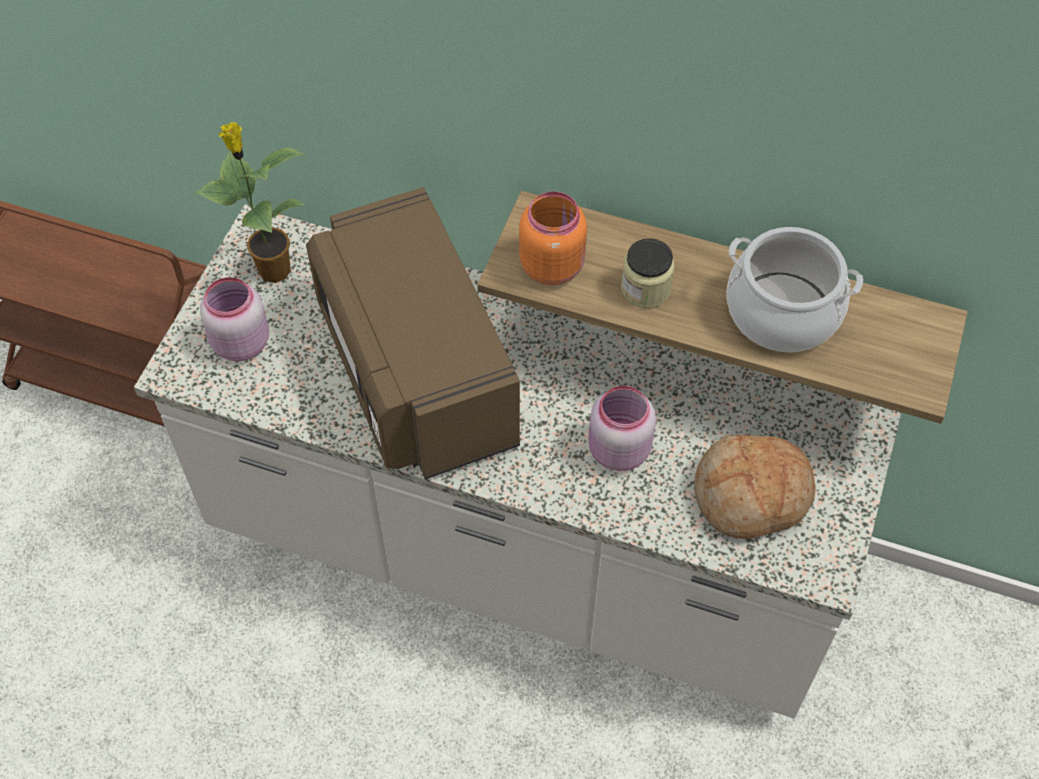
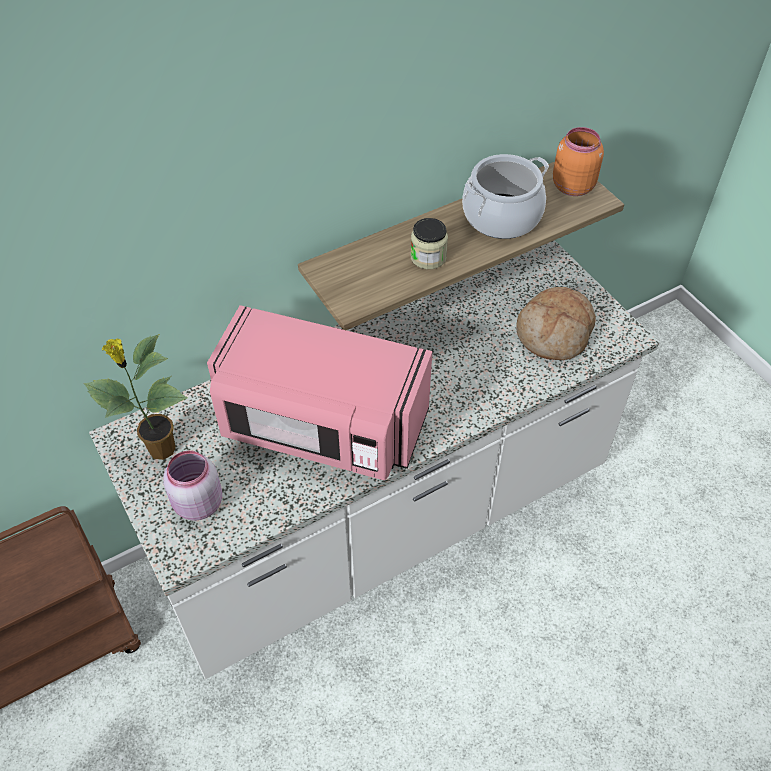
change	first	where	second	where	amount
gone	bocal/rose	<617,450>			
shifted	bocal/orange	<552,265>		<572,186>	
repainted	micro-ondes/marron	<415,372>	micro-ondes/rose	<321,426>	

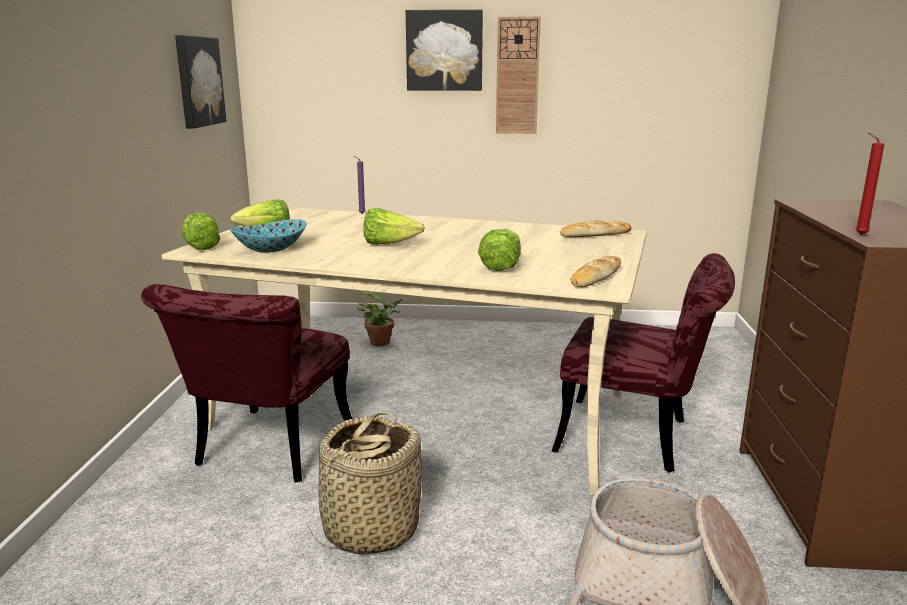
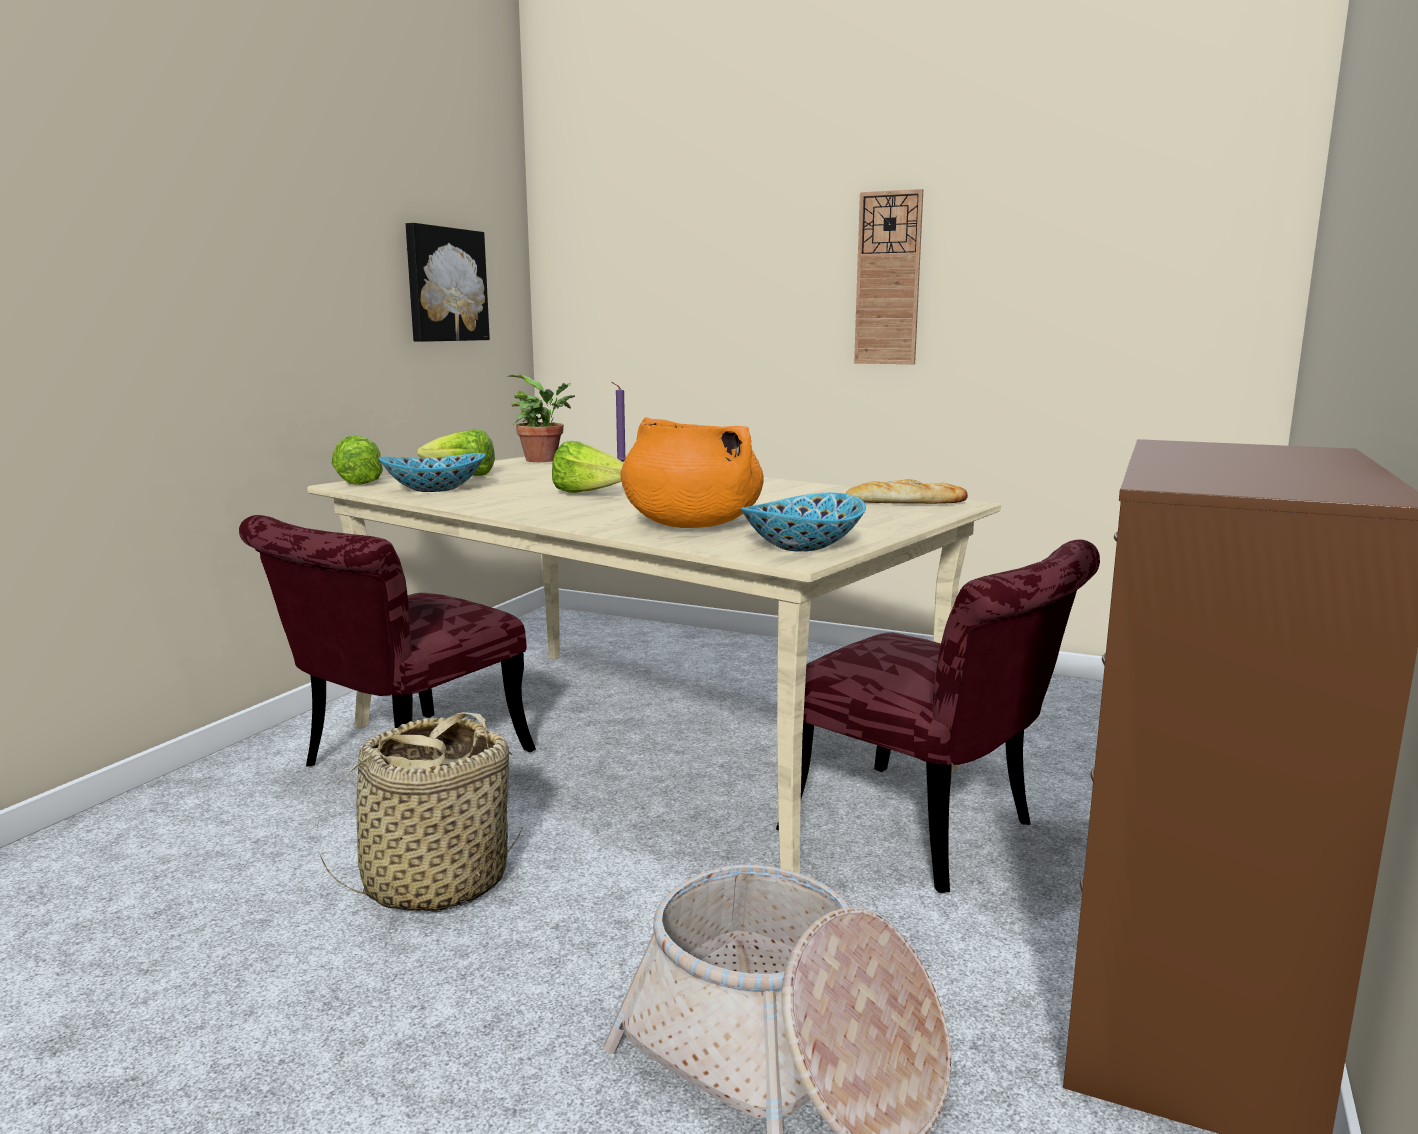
change	first	where	second	where	amount
gone	tableau	<444,51>			
gone	bougie/rouge	<858,235>			
shifted	plante en pot	<382,342>		<545,460>	
swapped	laitue	<501,266>	marmite/orange	<690,525>	
swapped	pain	<596,277>	bol	<804,546>	

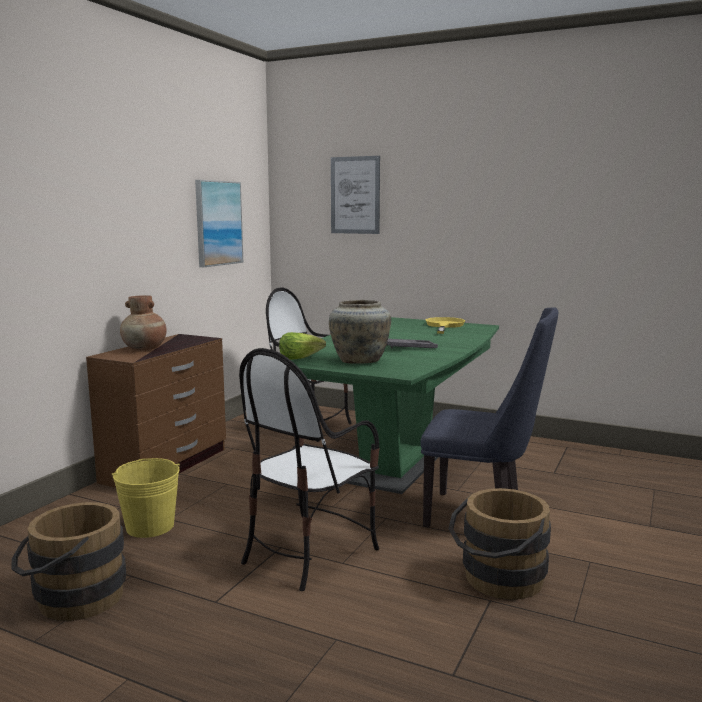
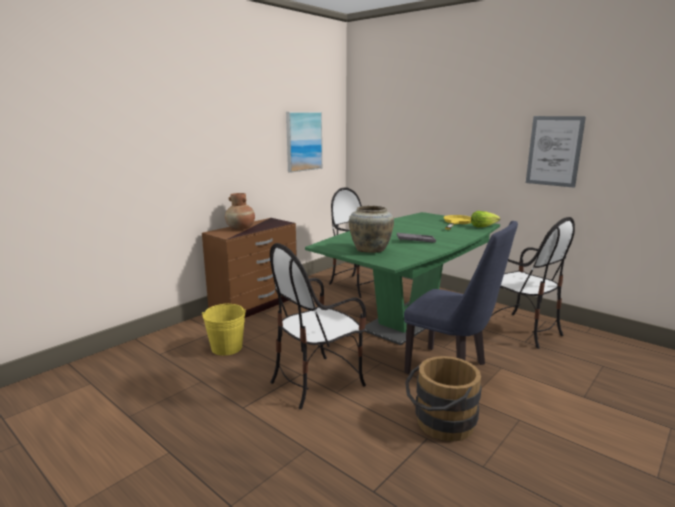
change	first	where	second	where	amount
gone	seau/marron	<72,599>			
new			chaise	<521,330>	
shifted	laitue	<300,358>		<483,226>	
shifted	tableau	<355,195>		<554,151>	

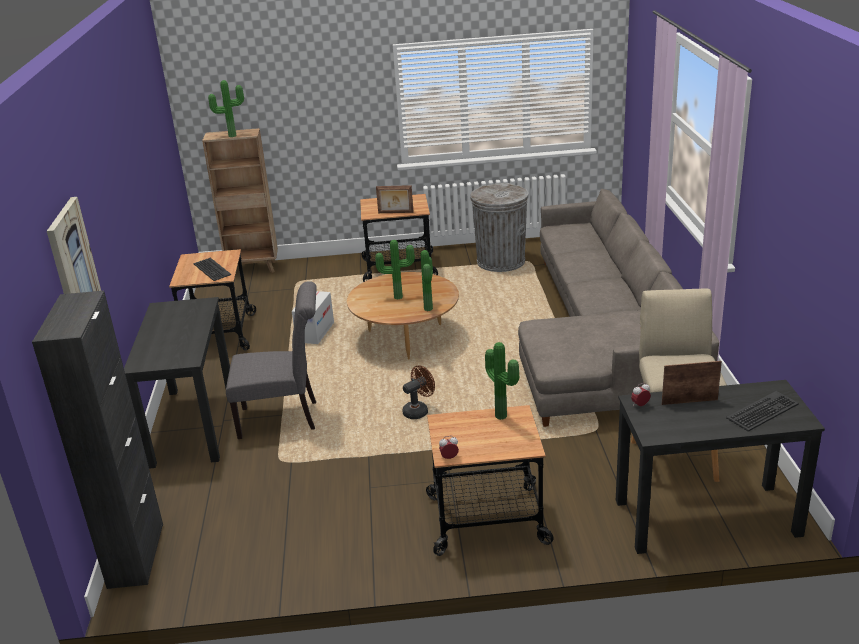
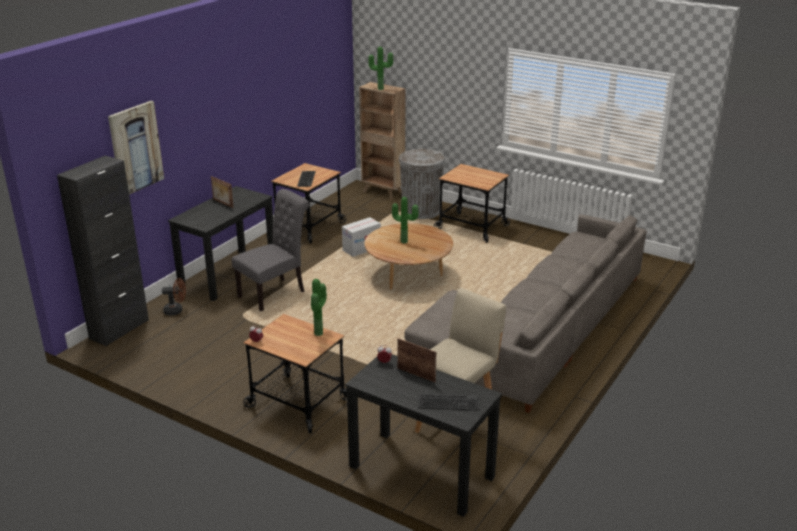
change	first	where	second	where	amount
gone	plante en pot	<430,308>			
shifted	cadre photo	<395,213>		<222,203>	
shifted	ventilateur/marron	<418,411>		<176,311>	
shifted	poubelle/gris	<500,262>		<421,211>	
rotated	chaise/gris	<284,419>		<275,293>	75 degrees counterclockwise

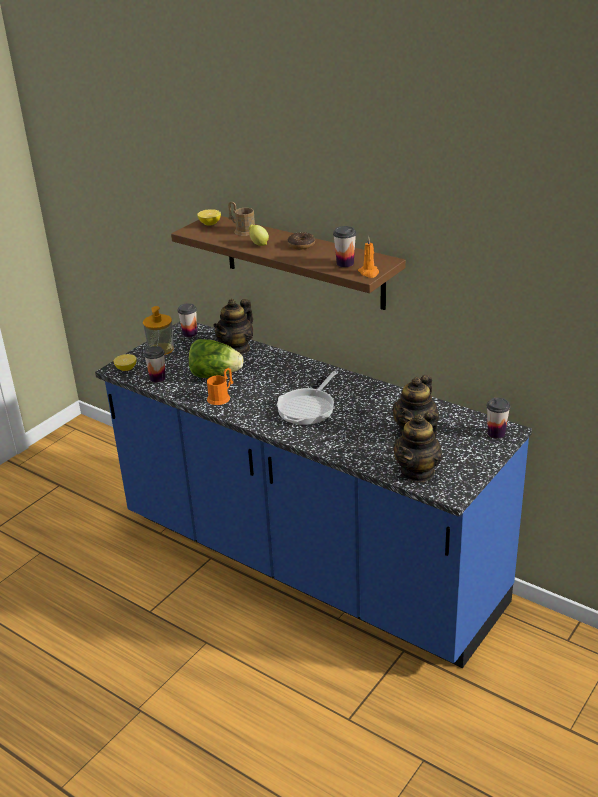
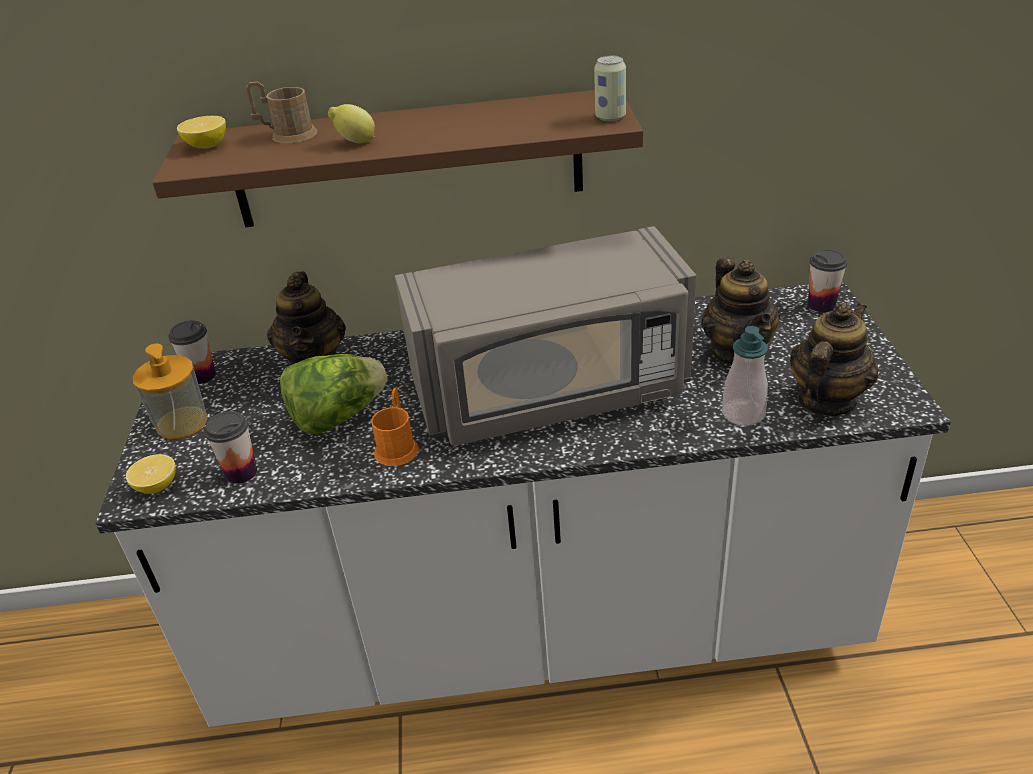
change	first	where	second	where	amount
gone	beignet	<301,245>			
gone	tasse	<345,263>			
new			distributeur de savon	<743,413>	
swapped	poêle	<308,407>	micro-ondes/gris	<552,393>	
swapped	bougie/orange	<369,273>	boîte métallique	<610,117>	
repainted	comptoir de cuisine/bleu	<307,563>	comptoir de cuisine/blanc	<538,631>	
rotated	théière	<418,471>		<825,400>	135 degrees counterclockwise

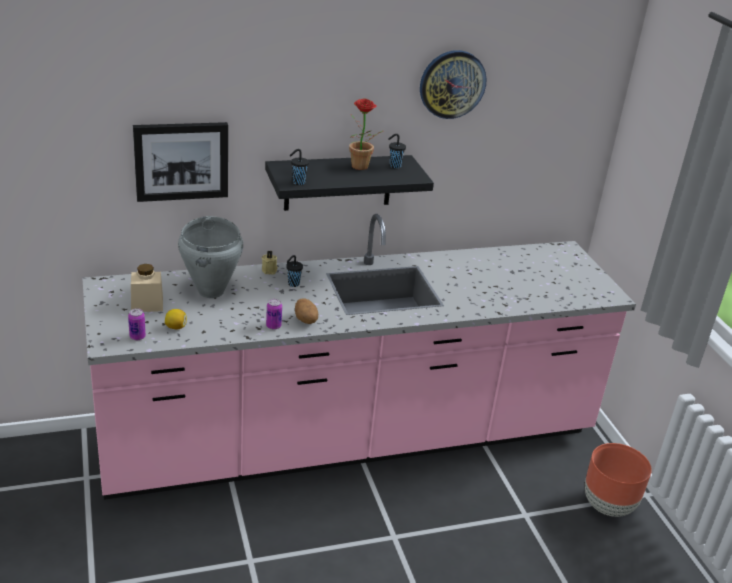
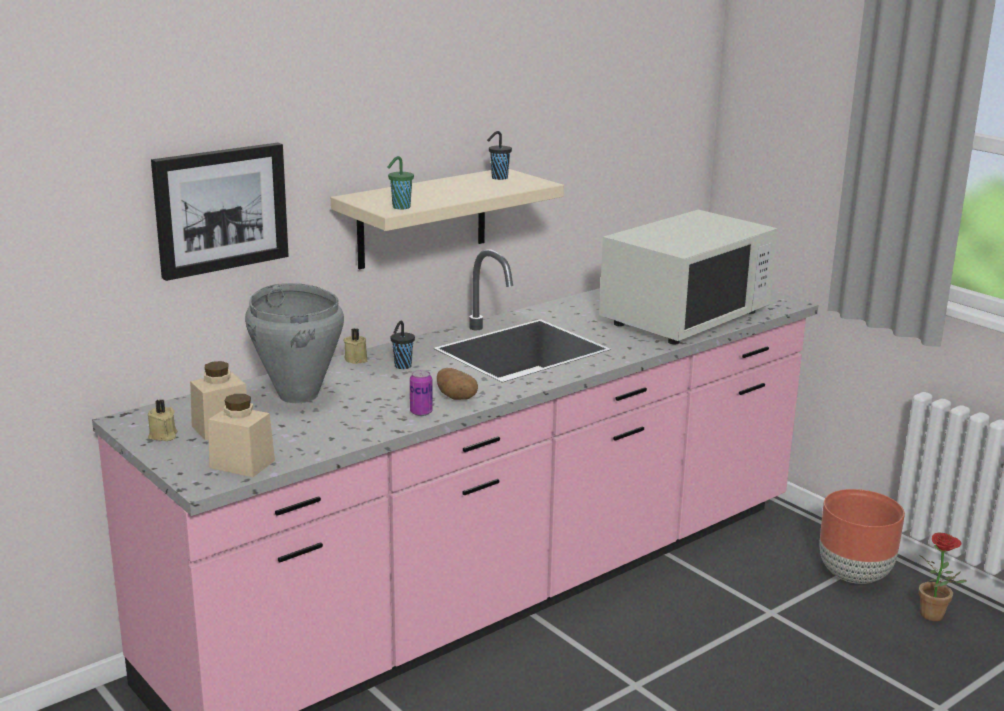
change	first	where	second	where	amount
gone	citron	<176,327>			
gone	horloge murale	<452,84>			
new			bougie/beige	<163,436>	
new			micro-ondes/blanc	<684,317>	
shifted	plante en pot	<361,168>		<936,617>	
swapped	boîte métallique	<137,337>	bocal/beige	<242,464>	
repainted	étagère/noir	<338,182>	étagère/beige	<422,218>	
repainted	tasse/noir	<298,182>	tasse/vert	<400,207>	

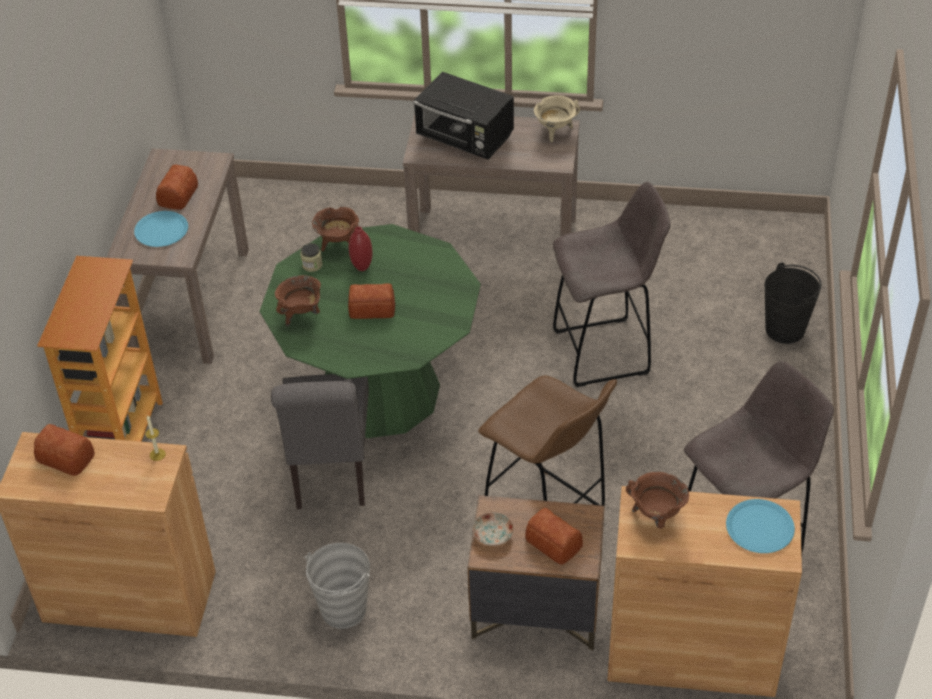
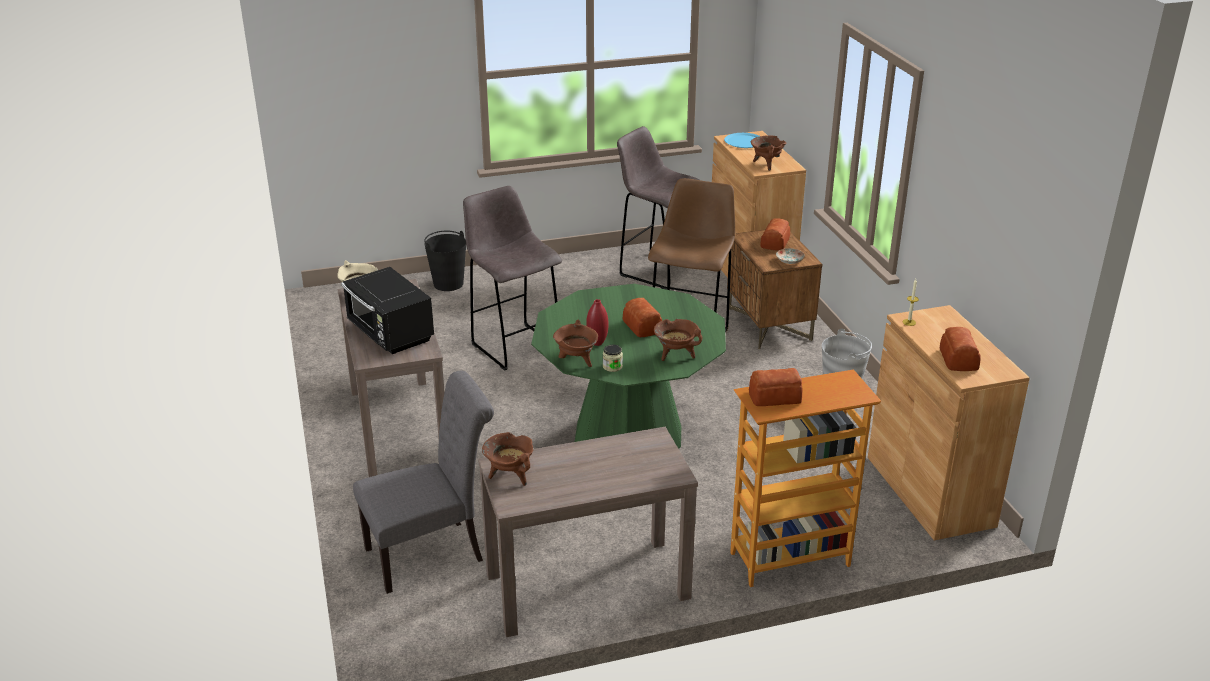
change	first	where	second	where	amount
gone	assiette/bleu	<161,230>			
new			marmite/marron	<510,476>	
shifted	pain	<177,195>		<776,397>	
shifted	chaise/gris	<331,474>		<431,553>	
rotated	micro-ondes/noir	<465,139>		<390,334>	135 degrees clockwise

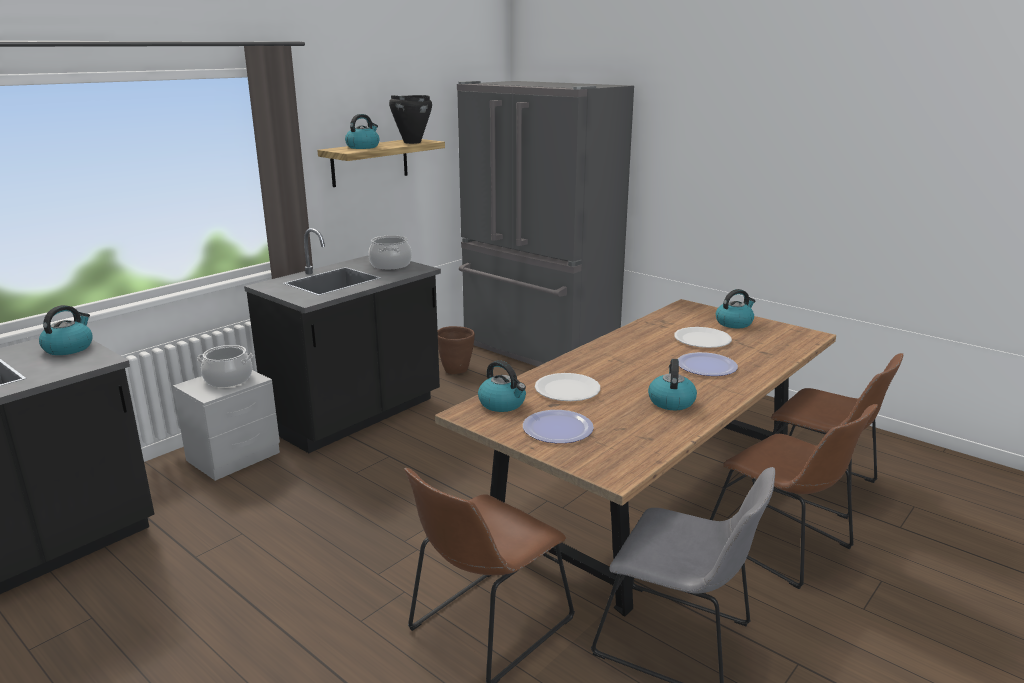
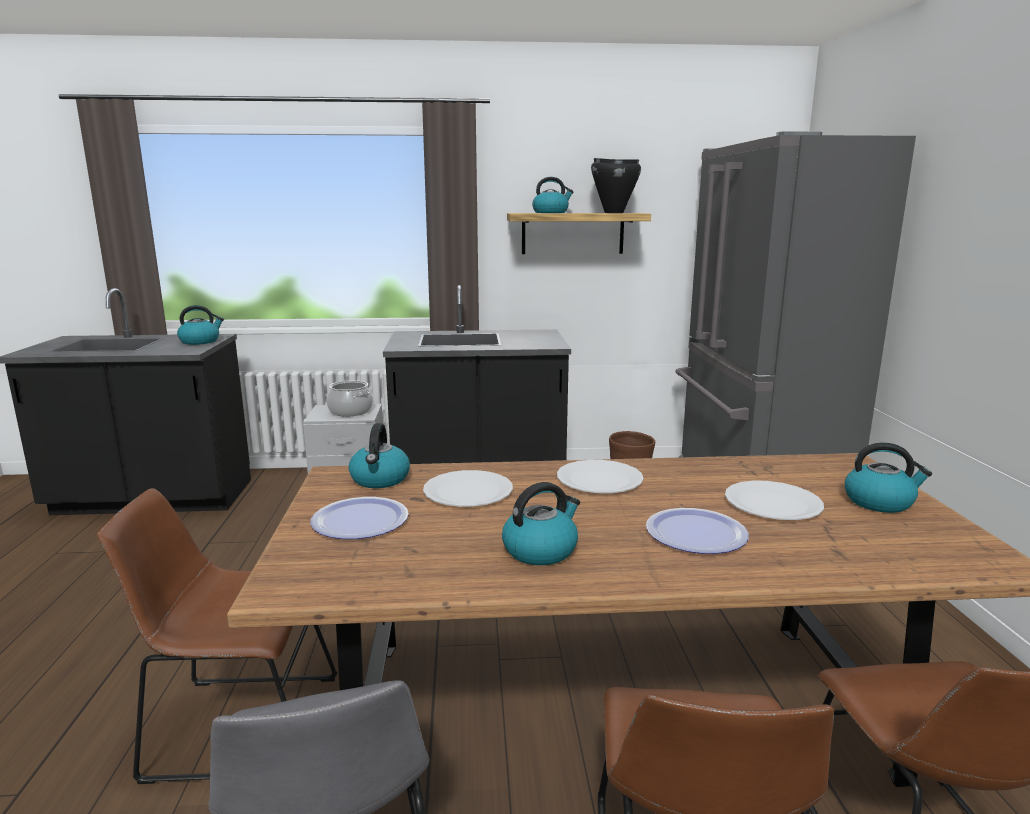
change	first	where	second	where	amount
gone	marmite	<390,265>			
new			assiette/blanc	<599,479>	

